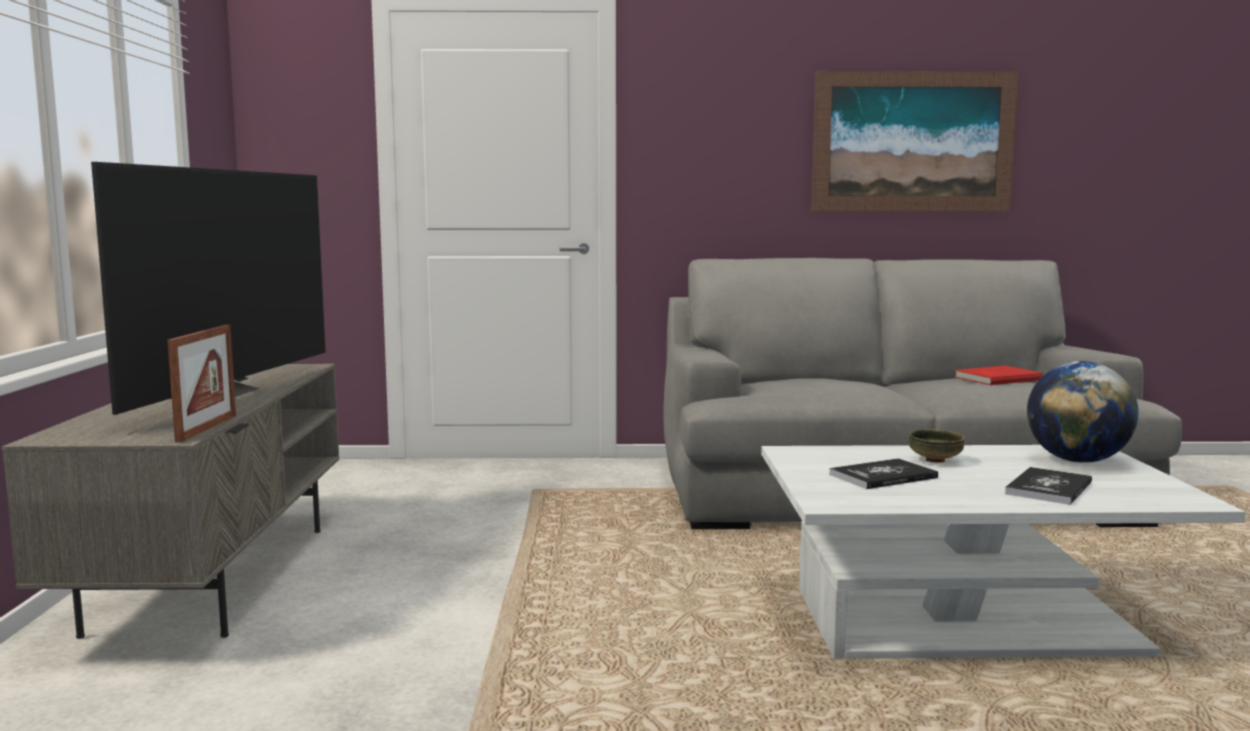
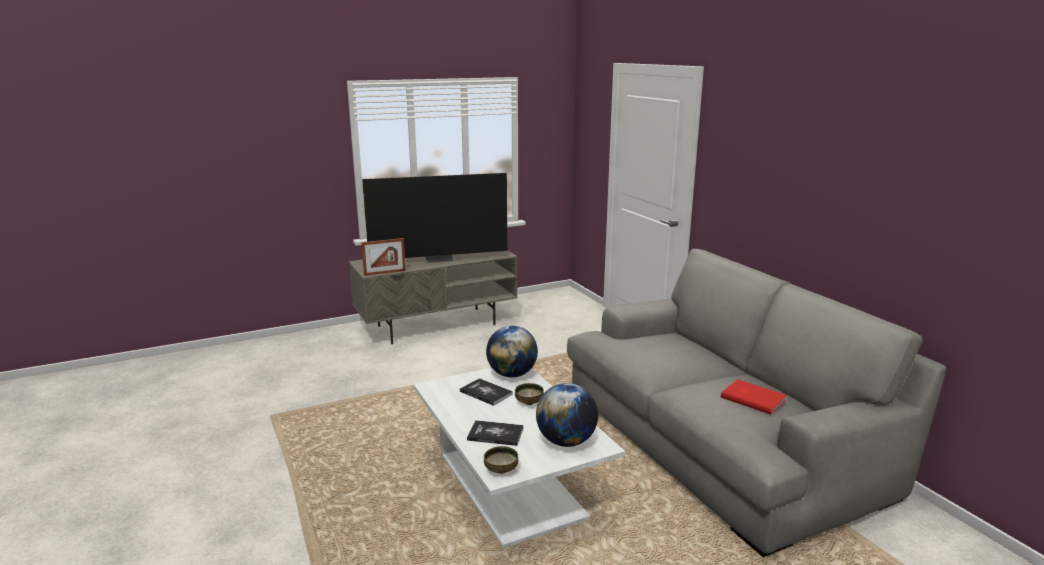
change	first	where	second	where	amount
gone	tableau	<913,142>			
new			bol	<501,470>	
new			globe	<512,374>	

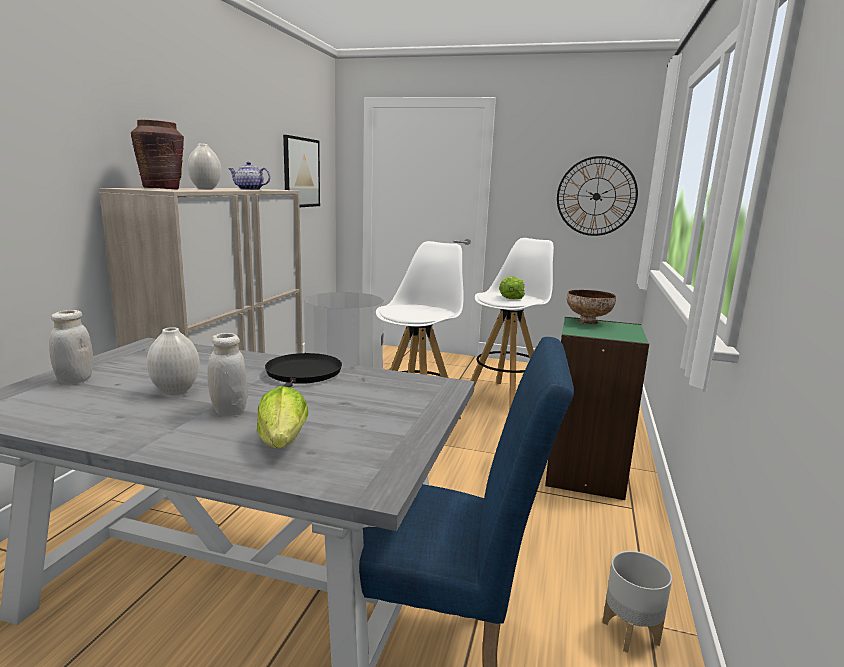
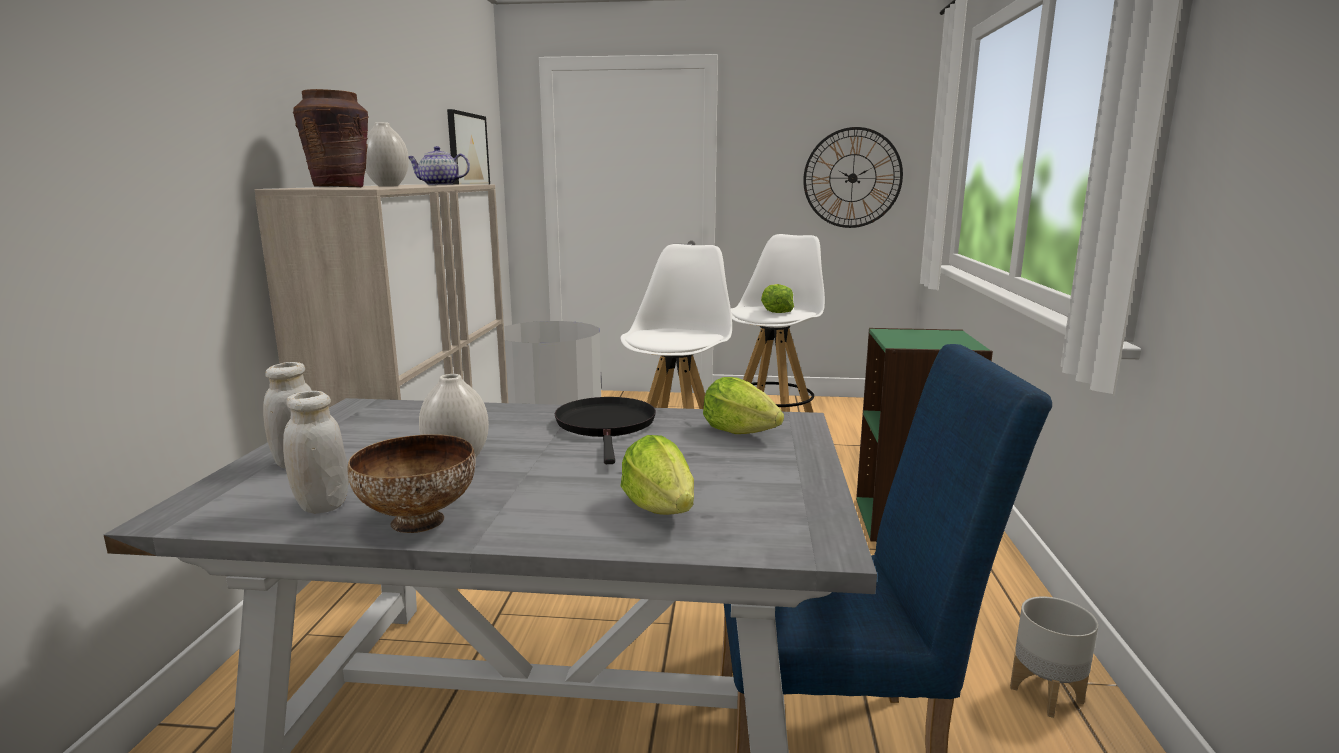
change	first	where	second	where	amount
new			laitue	<739,432>	
shifted	bocal/blanc	<229,411>		<322,505>	
shifted	bol	<588,322>		<418,522>	

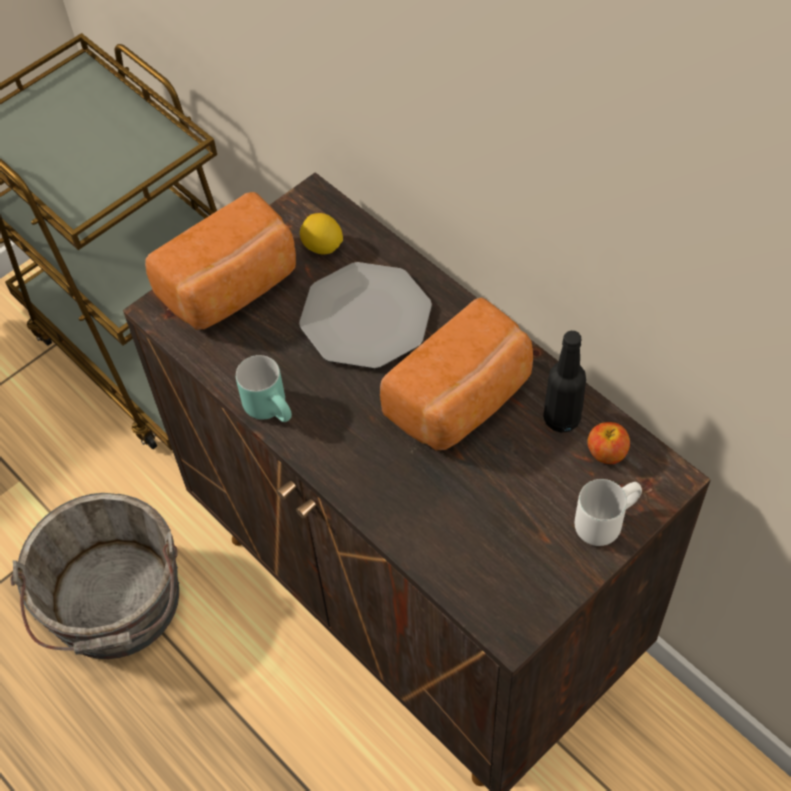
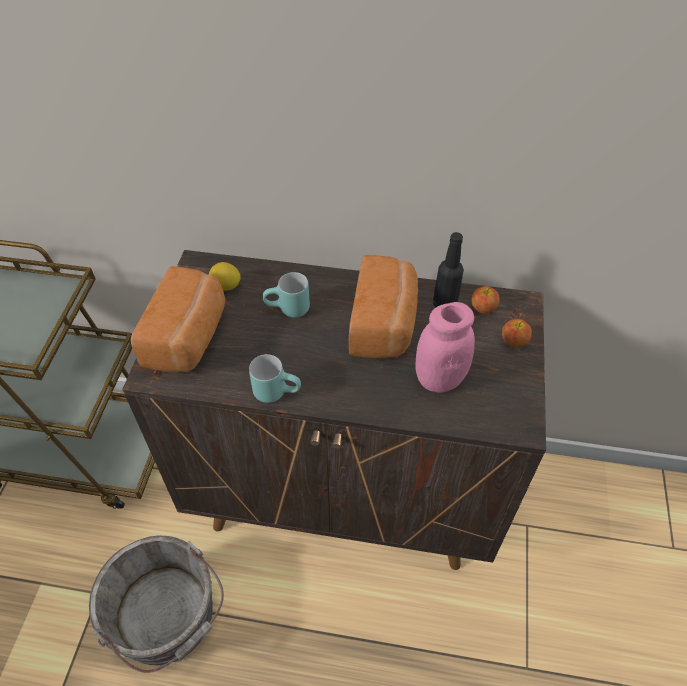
change	first	where	second	where	amount
new			bocal/rose	<439,378>	
swapped	assiette	<366,317>	mug/turquoise	<288,310>	
swapped	mug/blanc	<604,519>	pomme	<514,341>	

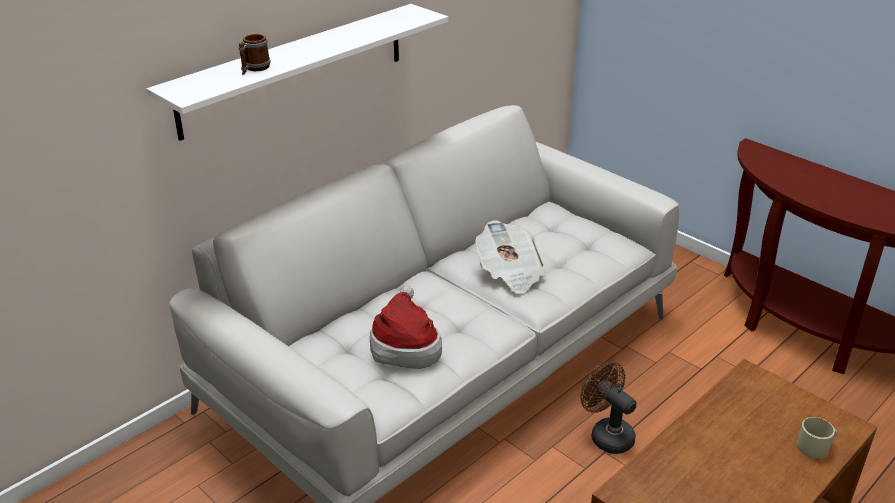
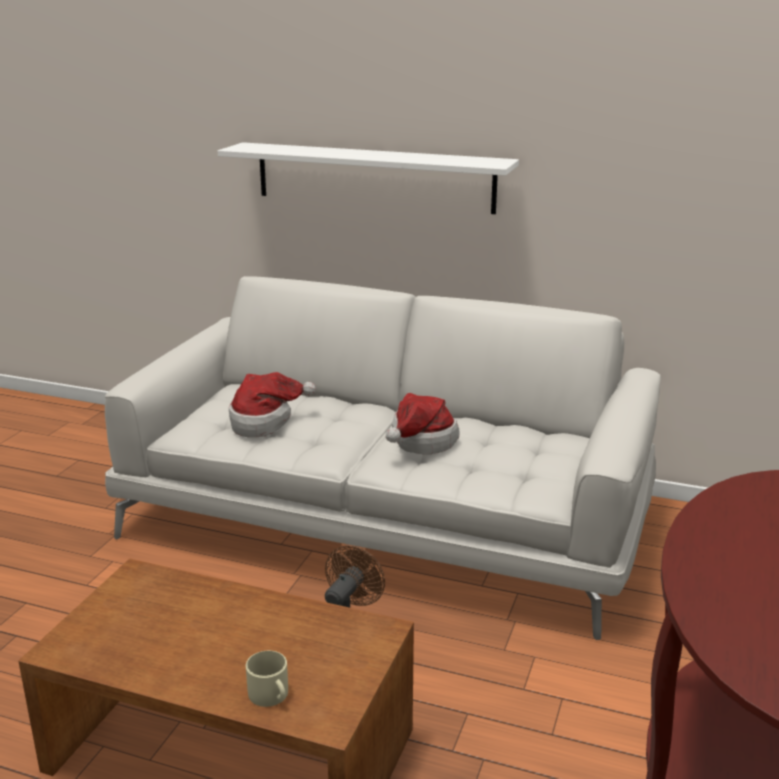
change	first	where	second	where	amount
gone	mug	<254,69>			
swapped	journal	<510,273>	chapeau	<420,442>	

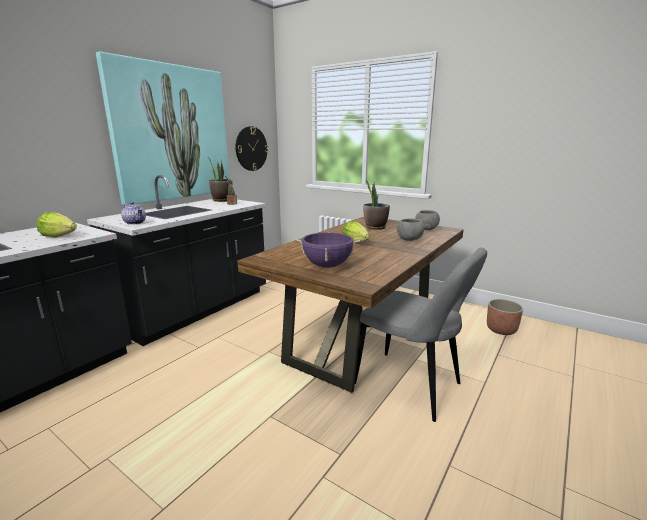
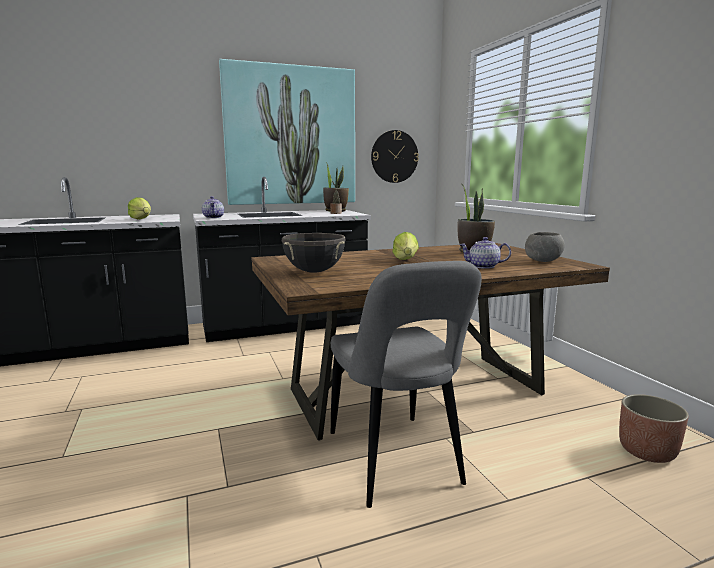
change	first	where	second	where	amount
swapped	bol/gris	<409,240>	théière	<483,266>	
repainted	marmite/violet	<327,266>	marmite/noir	<314,272>	

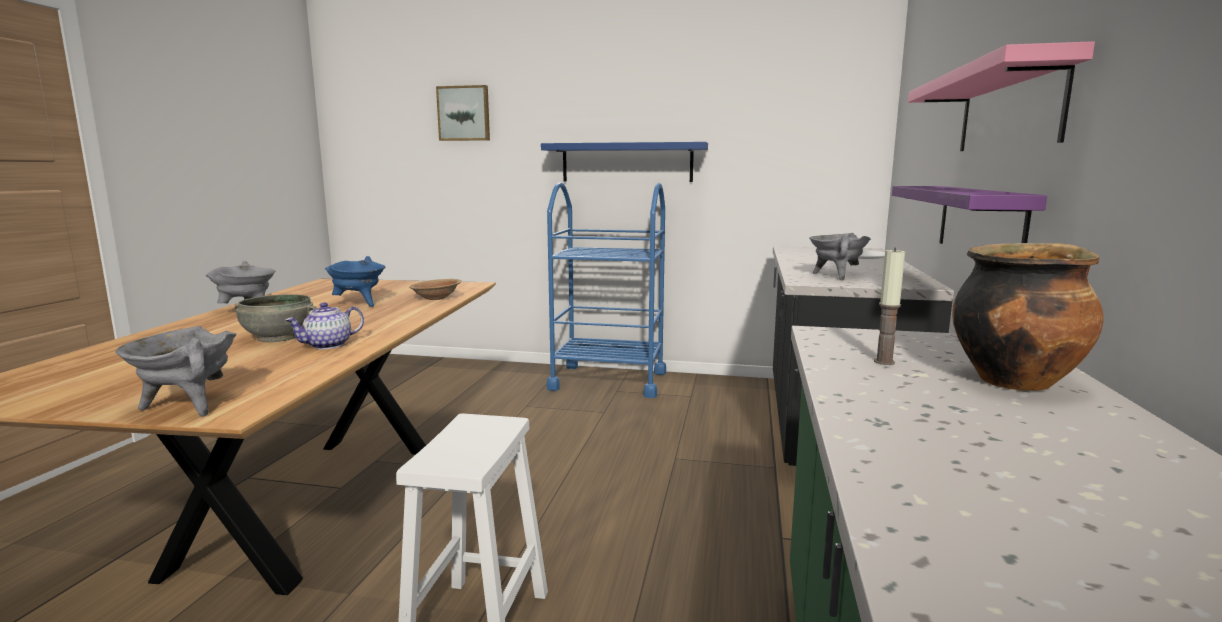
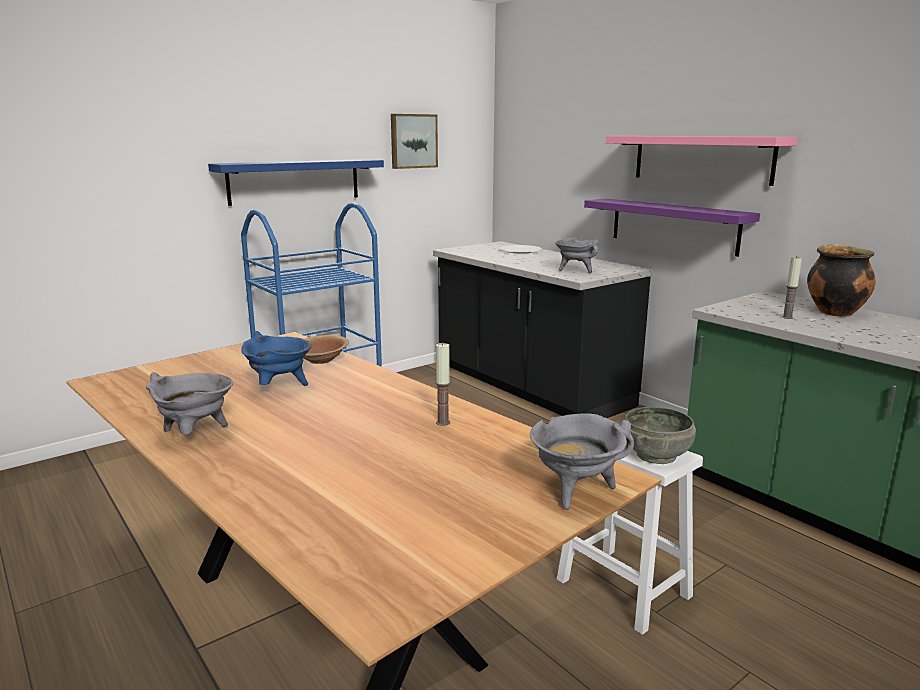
change	first	where	second	where	amount
shifted	bol/gris	<278,337>		<657,455>	
shifted	tableau	<464,113>		<413,141>	
swapped	théière	<328,345>	bougie	<443,422>	

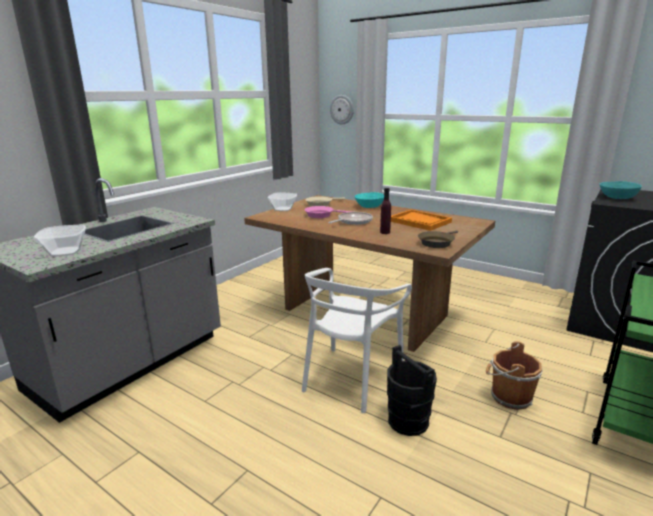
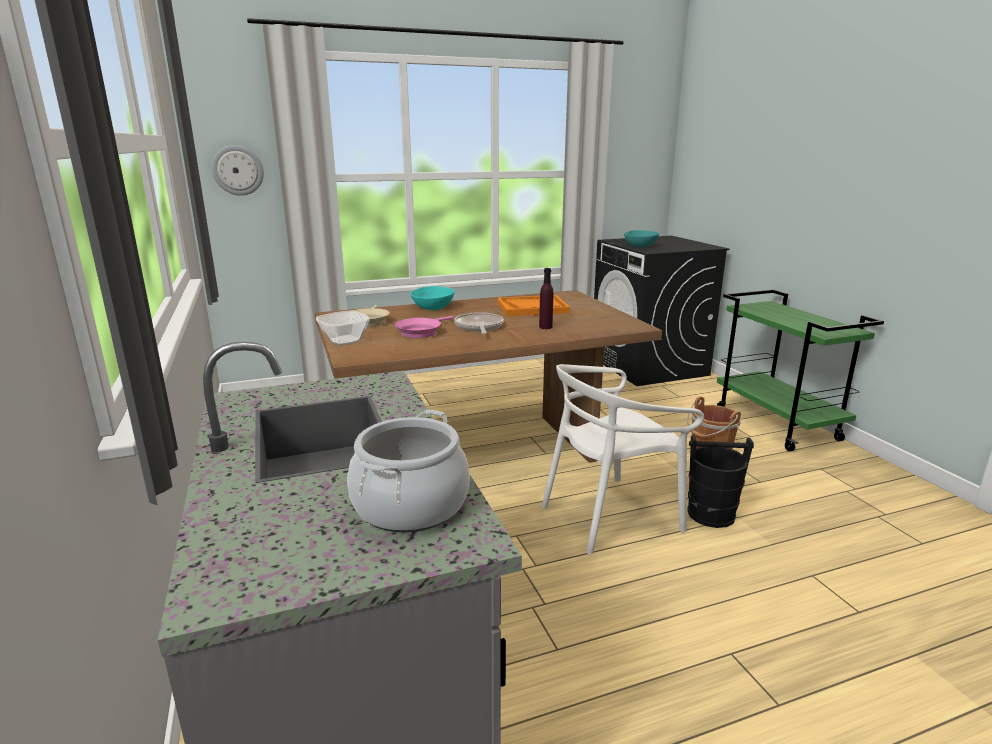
change	first	where	second	where	amount
gone	poêle/marron	<437,243>			
swapped	bol	<64,252>	marmite	<411,505>	
rotated	chaise/blanc	<351,378>		<610,515>	90 degrees clockwise

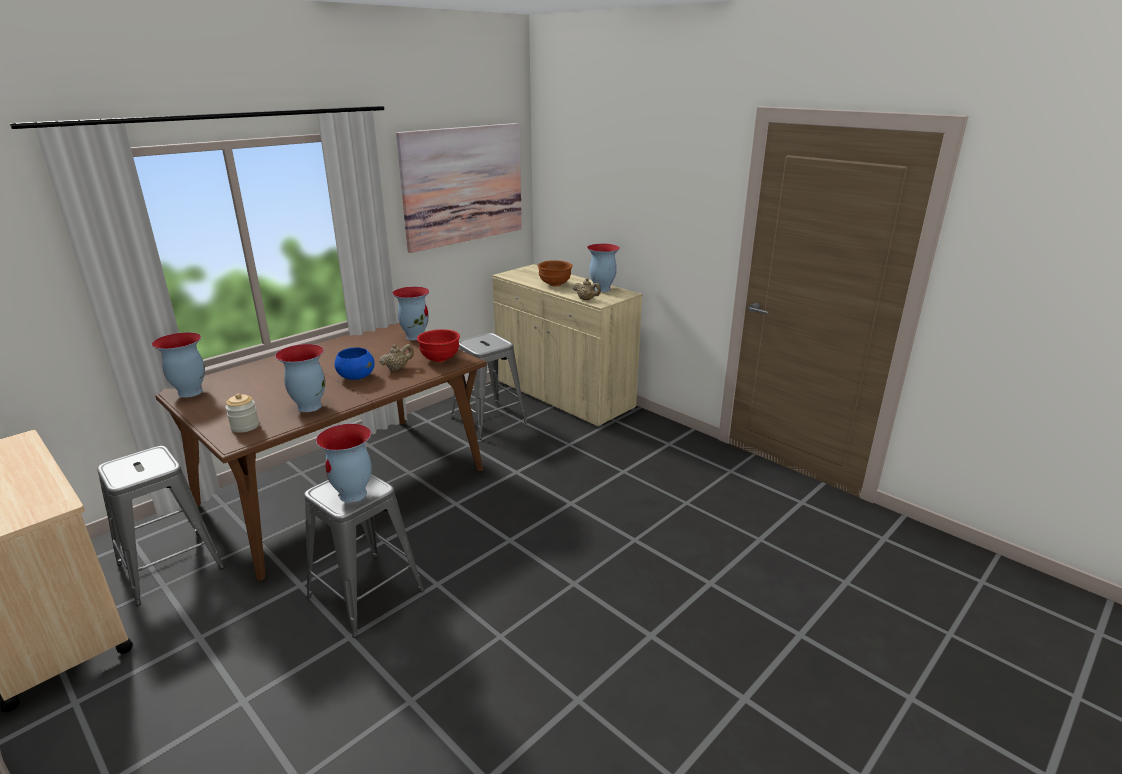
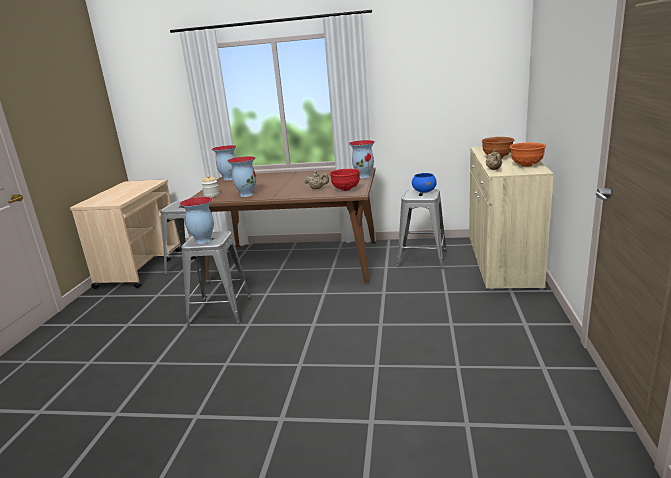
change	first	where	second	where	amount
gone	tableau	<463,185>			
shifted	bol/bleu	<356,377>		<424,191>	
swapped	vase	<601,289>	bol/orange	<526,165>	

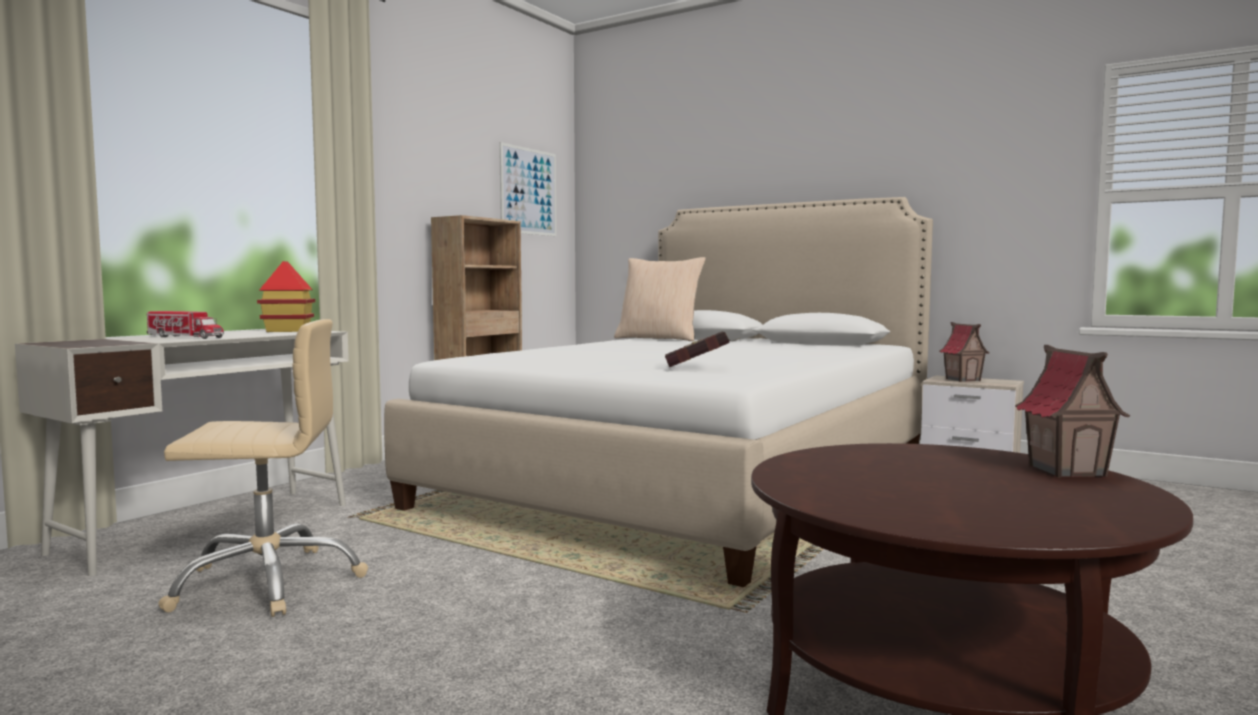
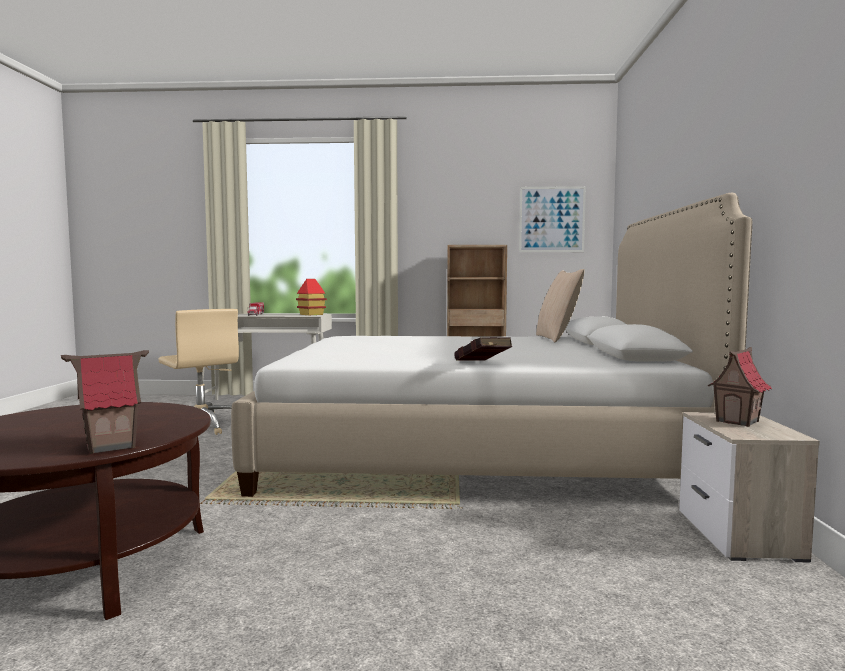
change	first	where	second	where	amount
shifted	livre/rouge	<699,368>		<483,364>	

